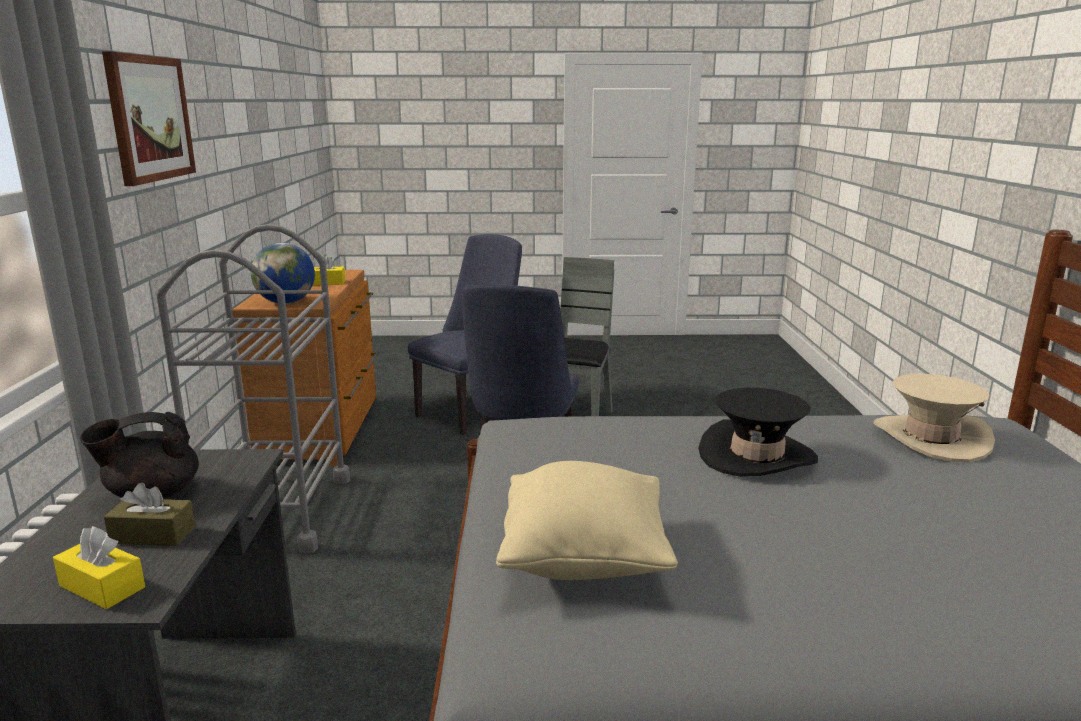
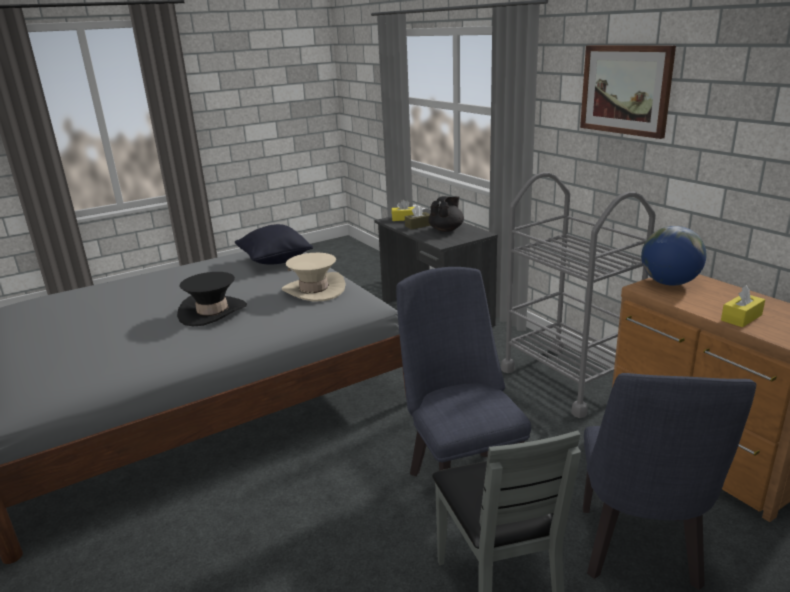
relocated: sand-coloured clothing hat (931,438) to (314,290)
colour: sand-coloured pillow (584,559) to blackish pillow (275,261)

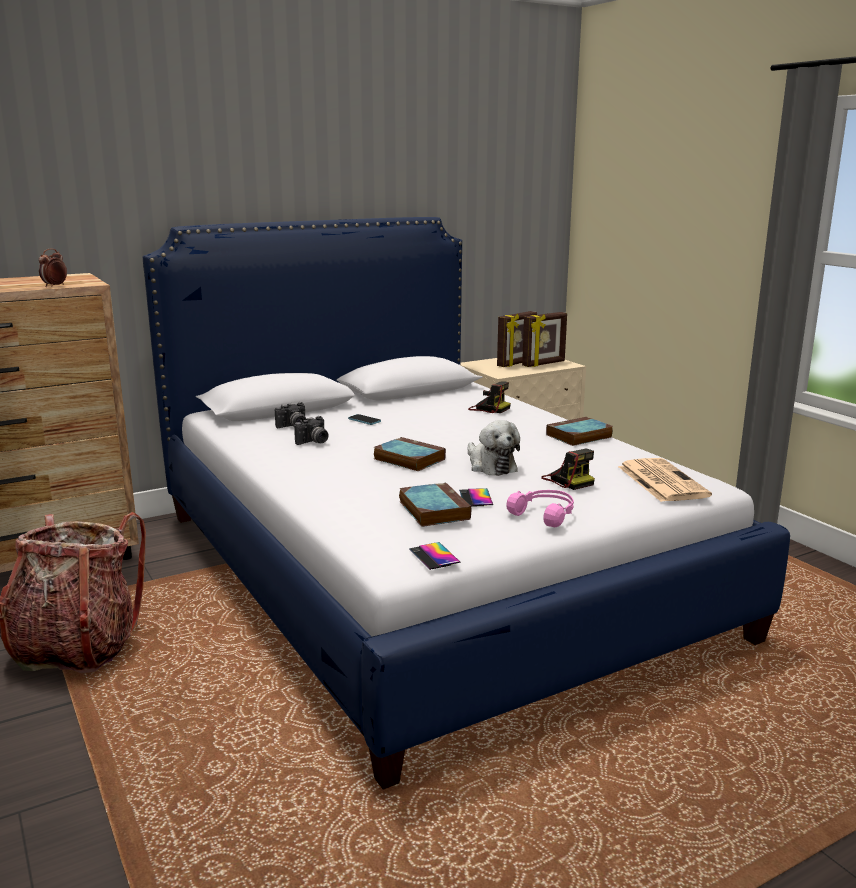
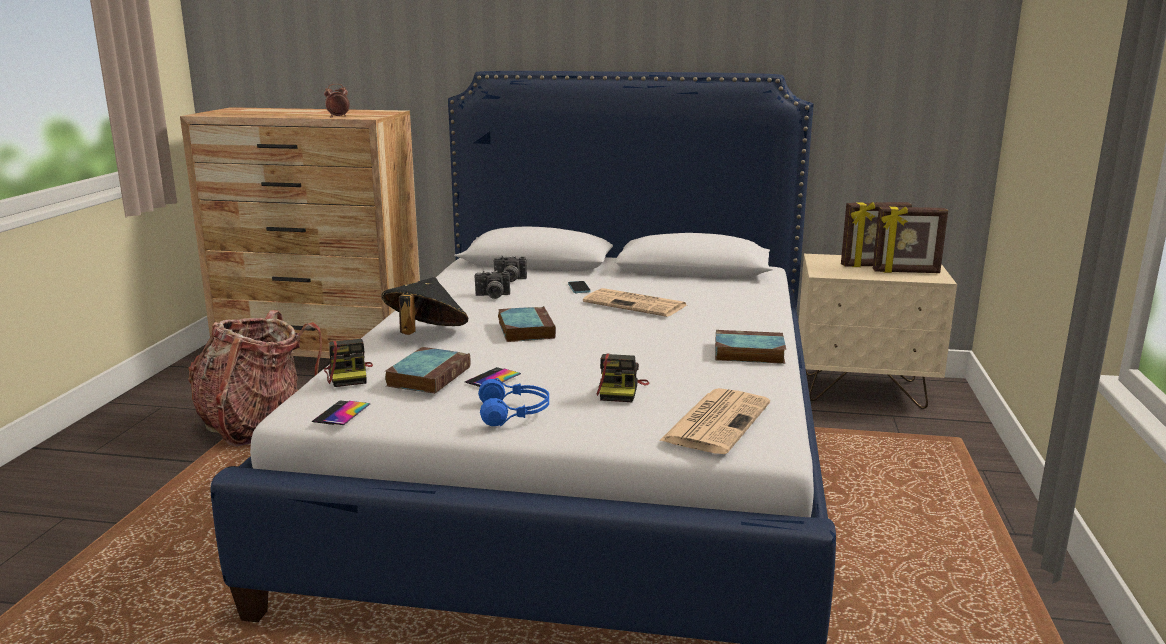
missing: cuddly toy (490,466)
appeared: blackish clothing hat (425,335); printed paper (636,304)
relocated: photo camera (488,408) to (349,375)
colour: pink headphones (545,515) to blue-coloured headphones (514,413)

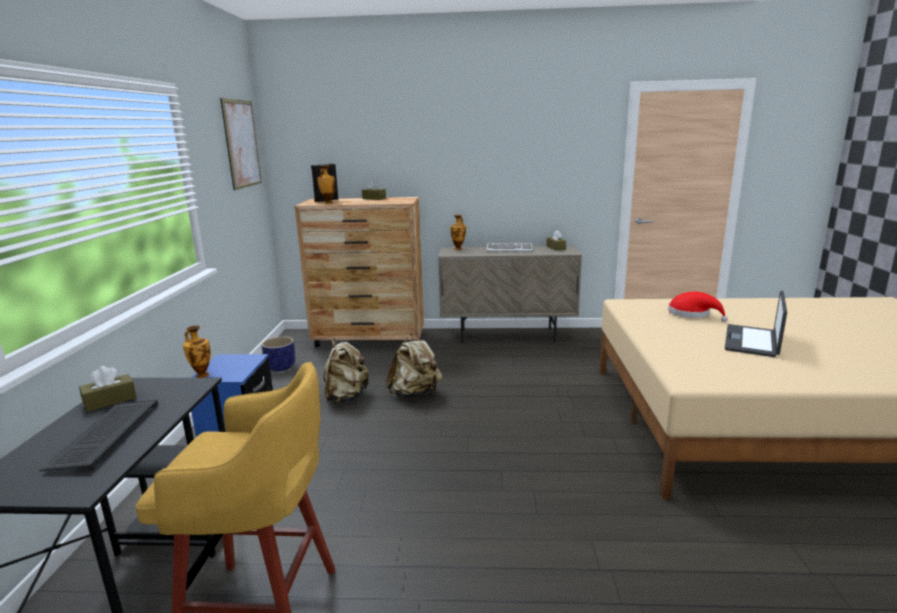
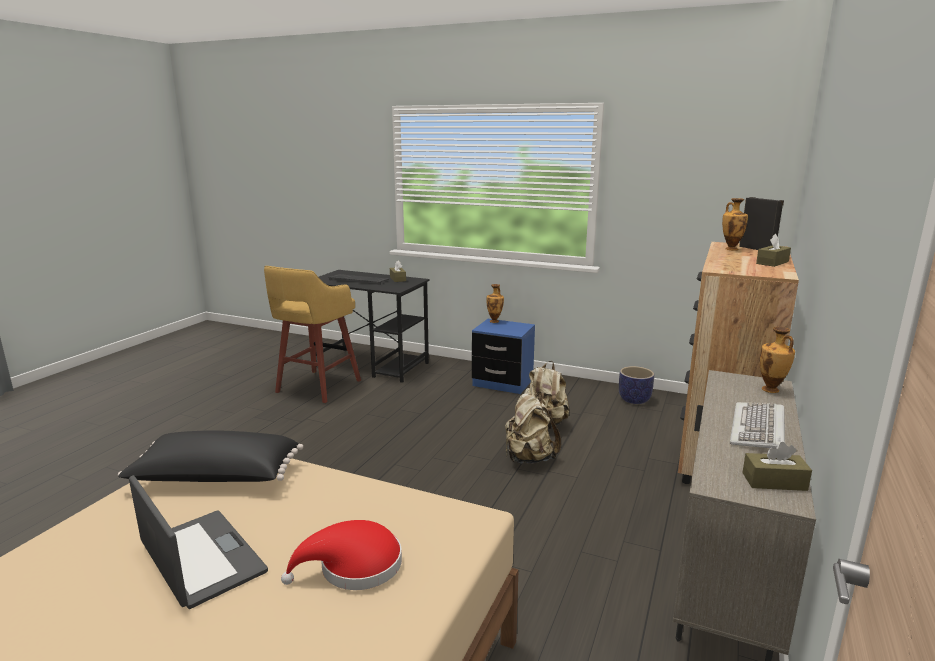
missing: wall picture (242,144)
appeared: blackish pillow (216,478)

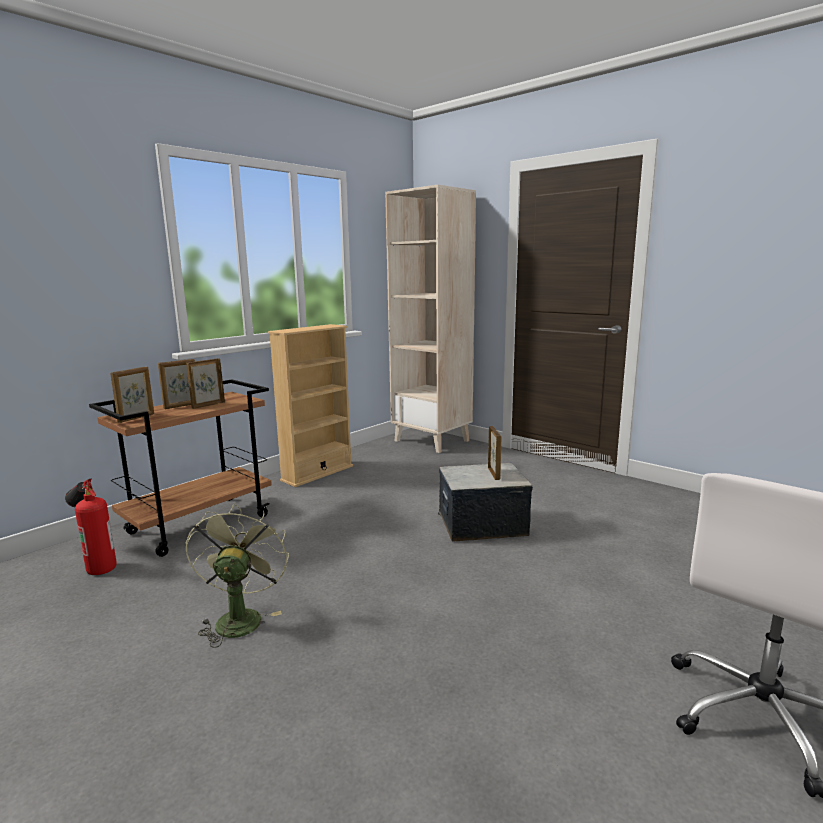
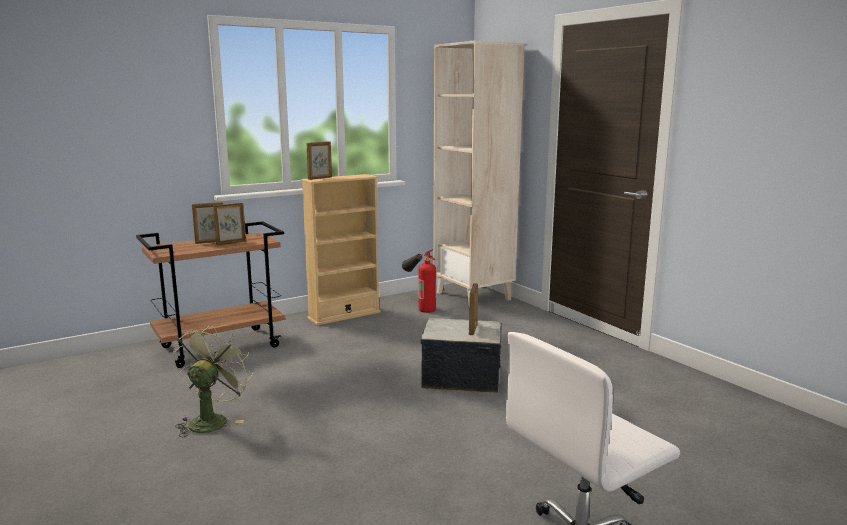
relocated: extinguisher (95,559) to (419,305); photo frame (137,418) to (320,178)

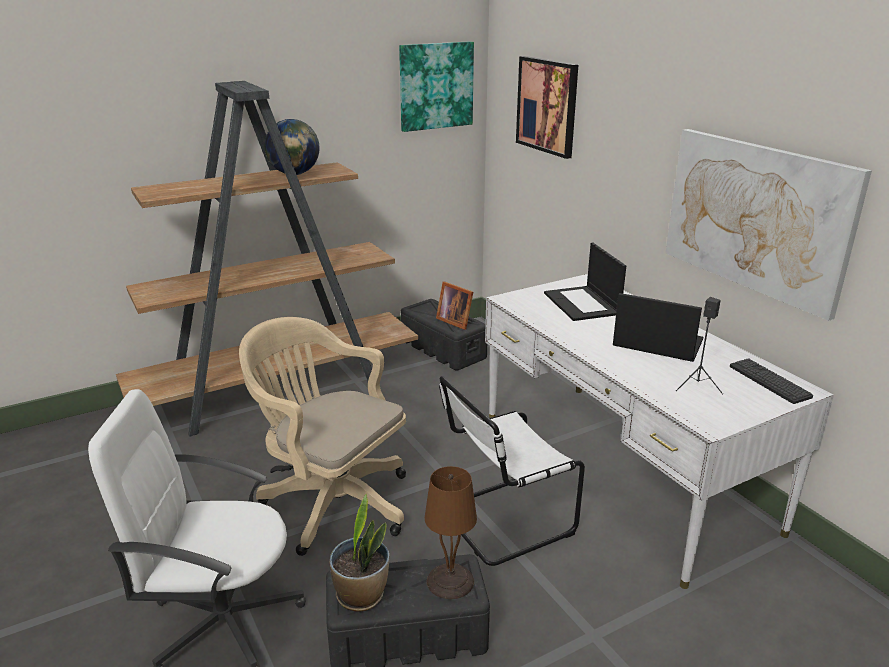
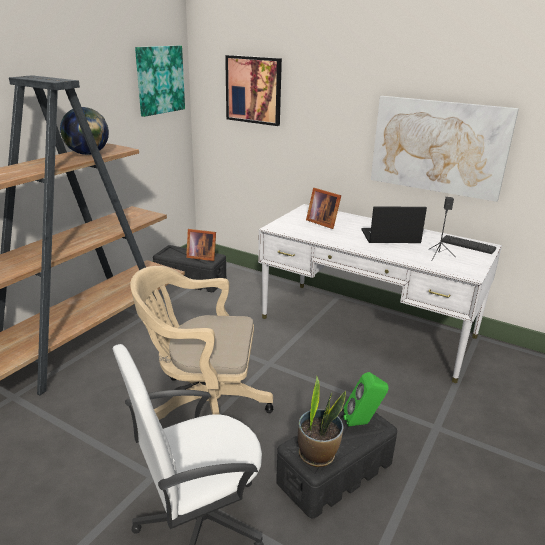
missing: white-coloured upright chair (501,522)
exchanged: brown-coloured tabletop lamp (450,582) to green-coloured speaker (363,423); laptop (582,304) to photo frame (322,222)

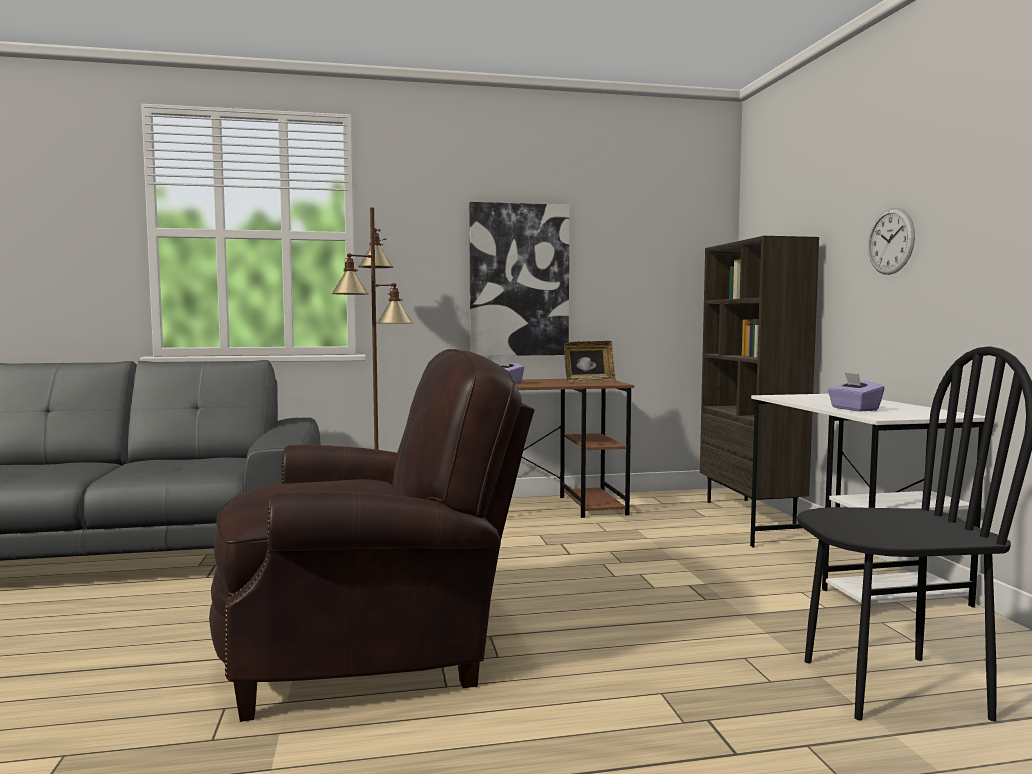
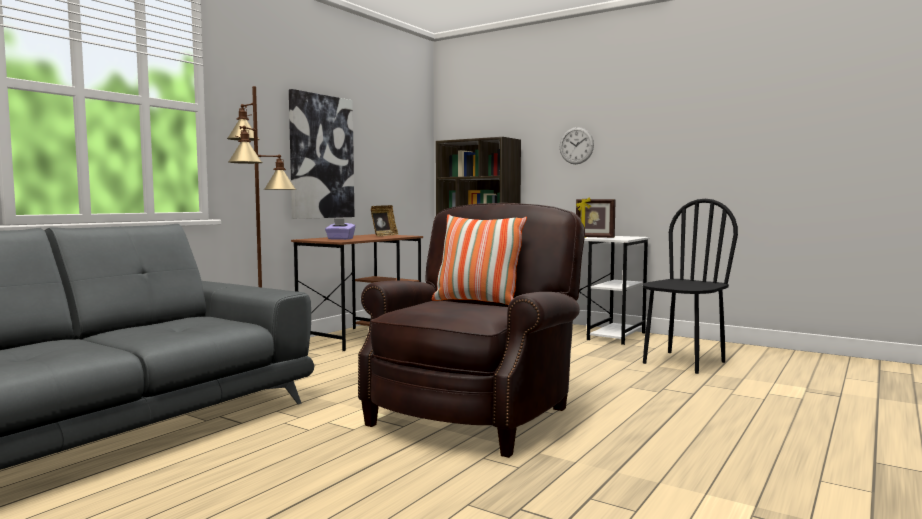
appeared: pillow (477,302)
exchanged: purplish box of tissues (854,409) to photo frame (594,237)

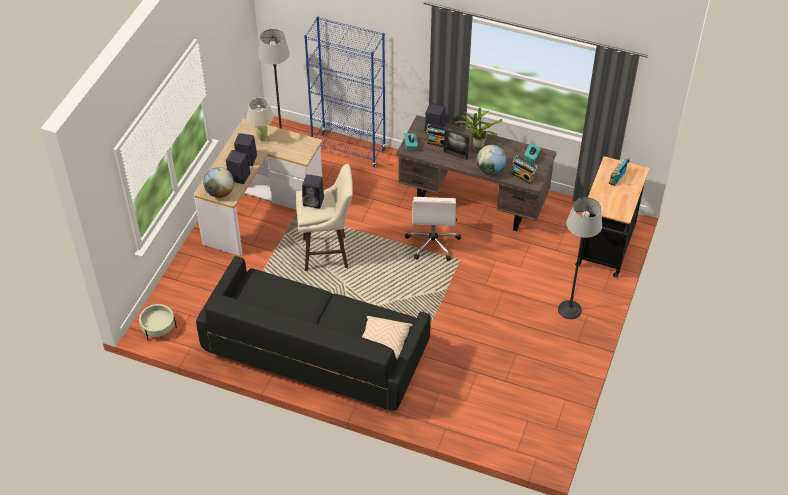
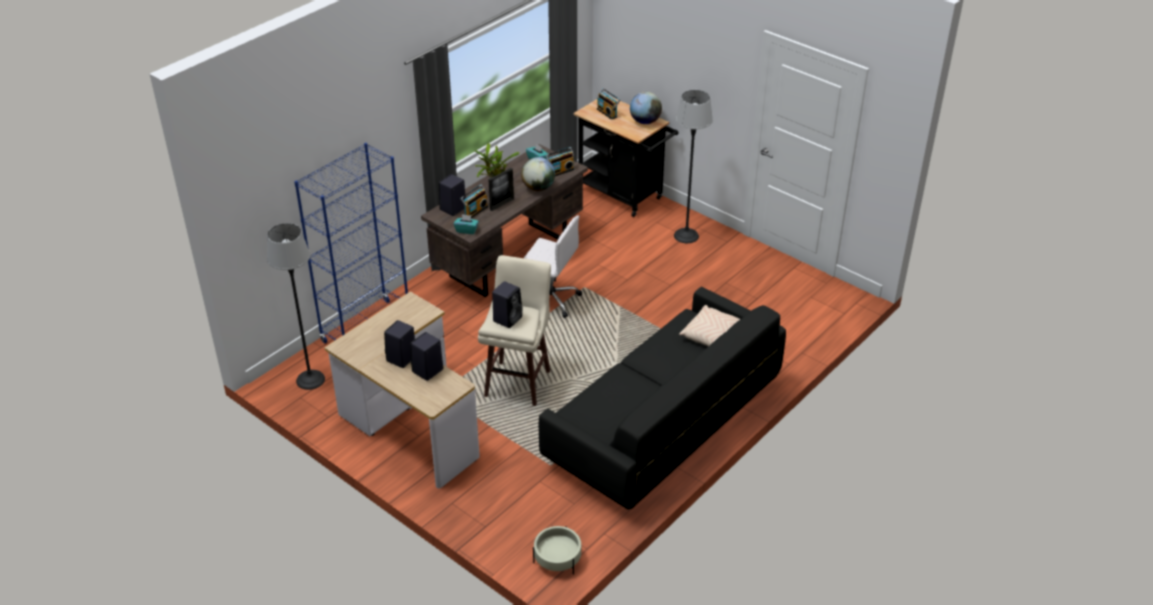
missing: sand-coloured tabletop lamp (262,140)
relocated: globe (220,192) to (645,121)

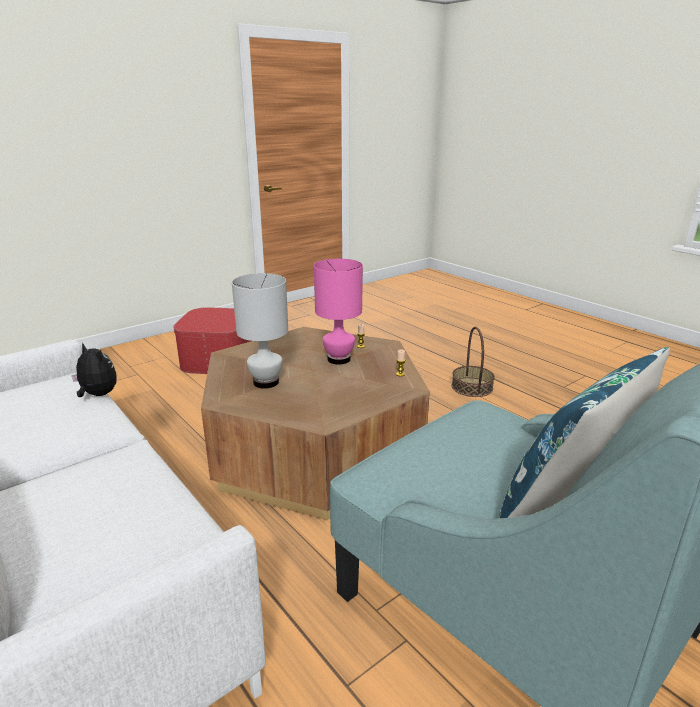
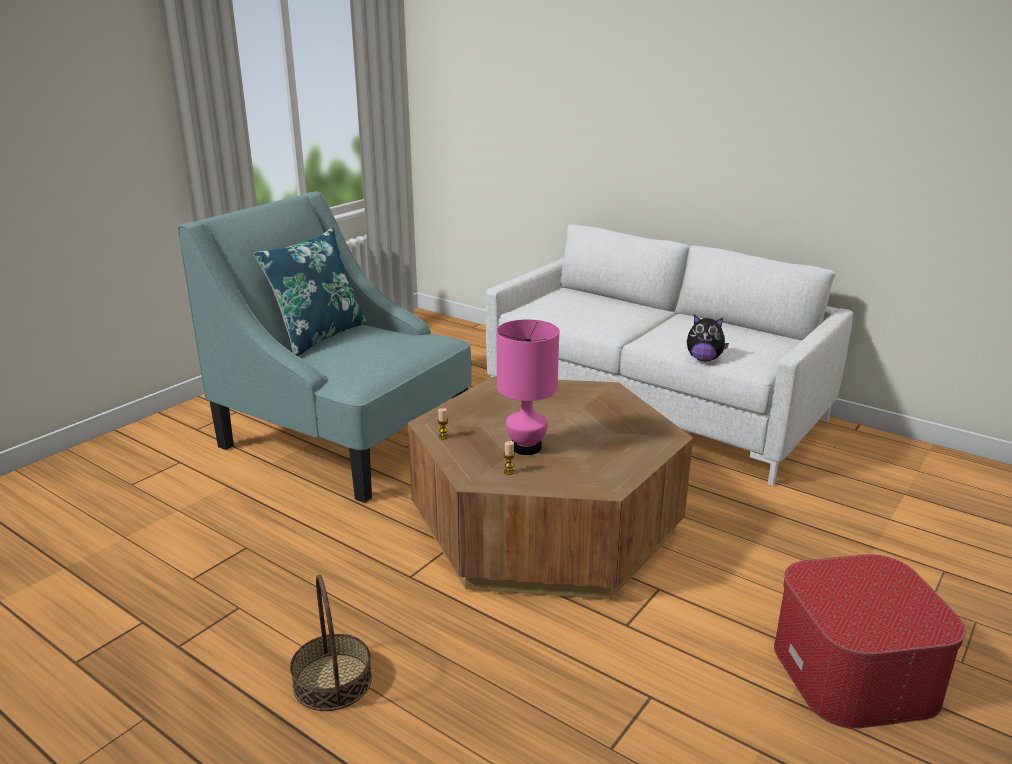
missing: white-coloured tabletop lamp (266,382)

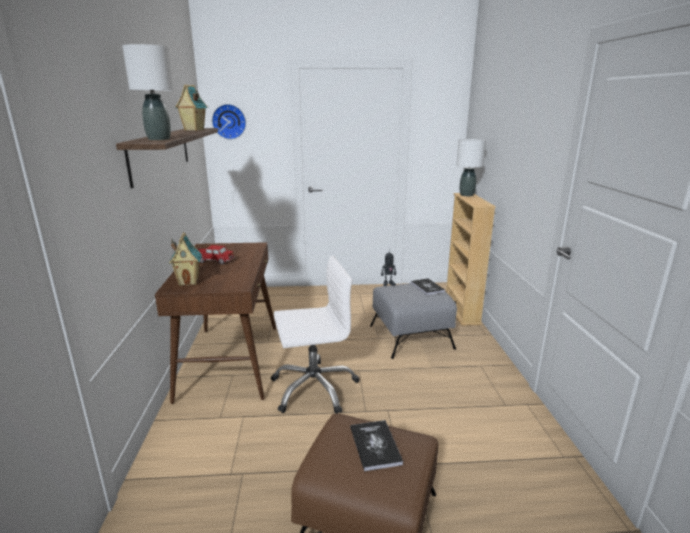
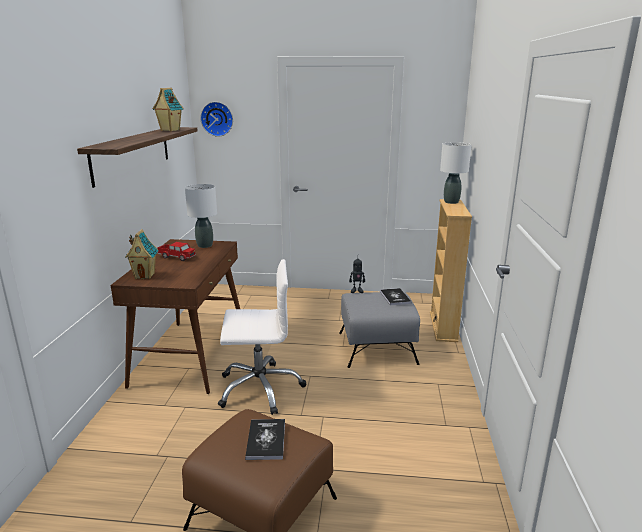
relocated: white-coloured tabletop lamp (159,139) to (205,245)

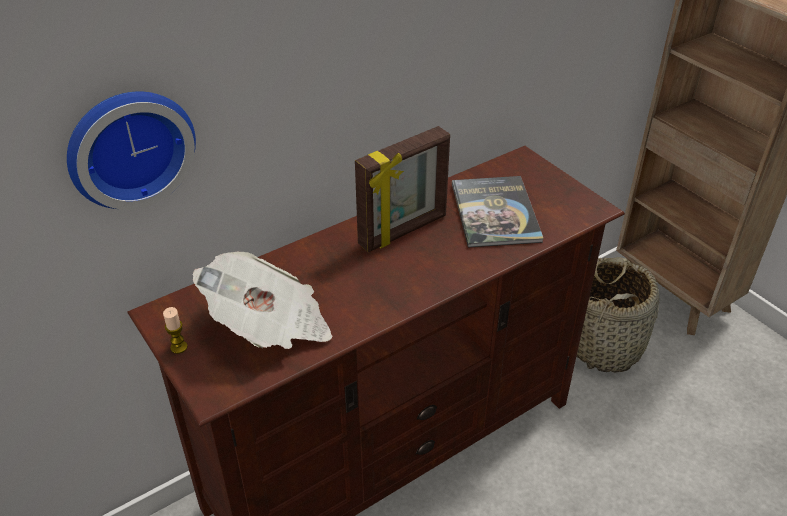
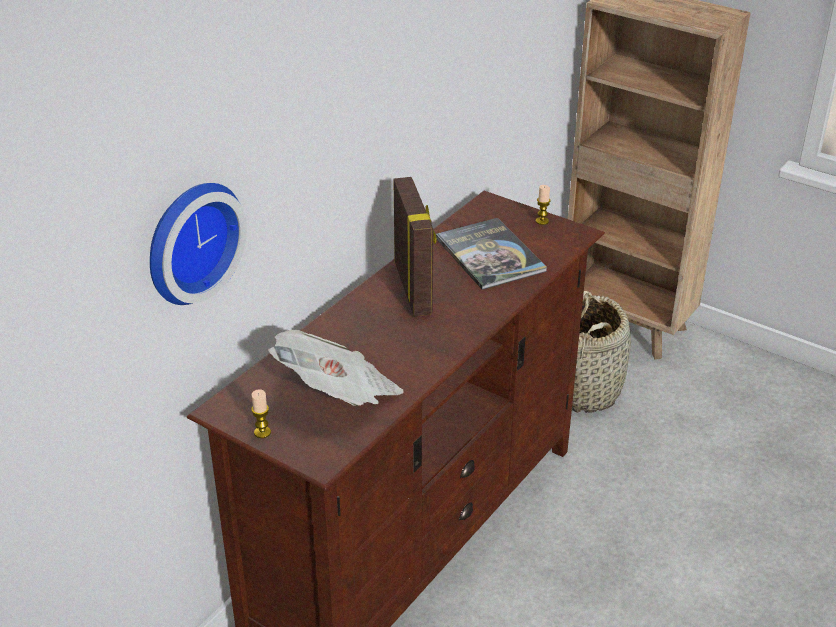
appeared: wax light (542,221)
spun: photo frame (403,231) = (414,288) 45 degrees counterclockwise

